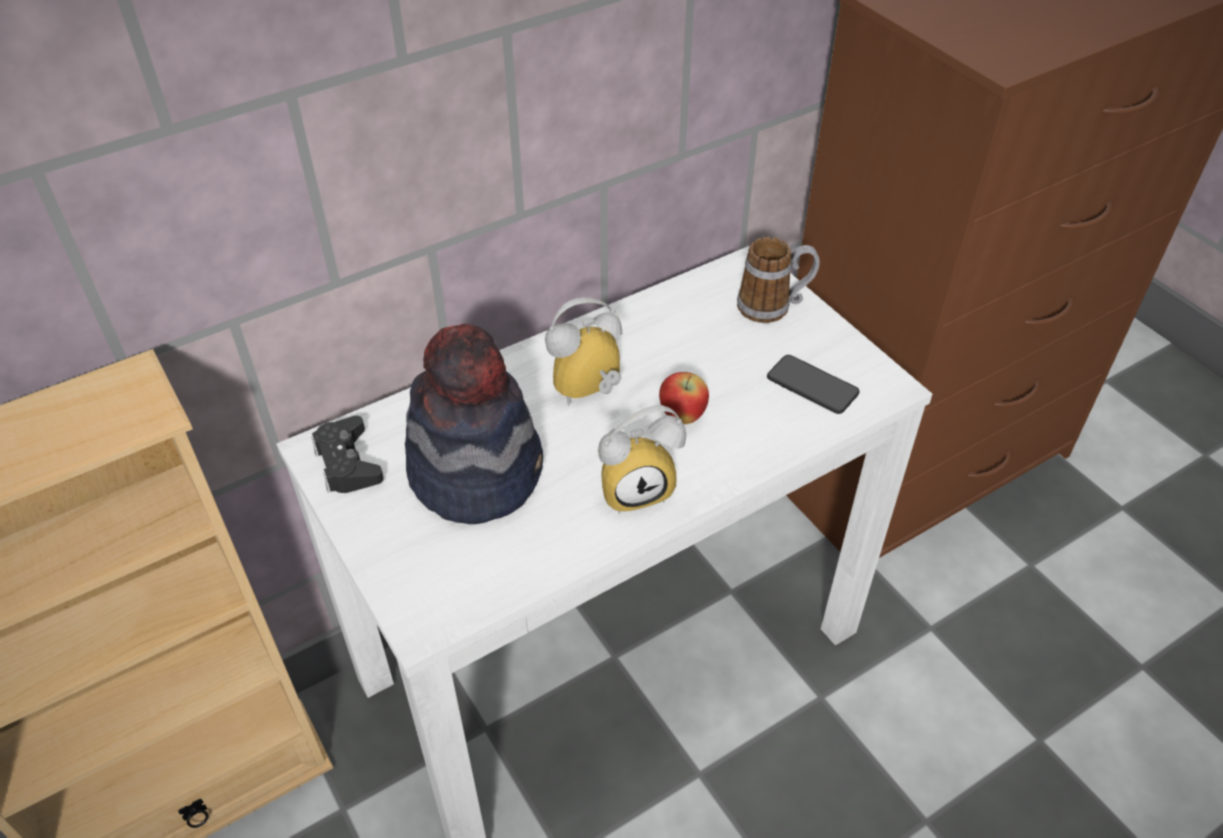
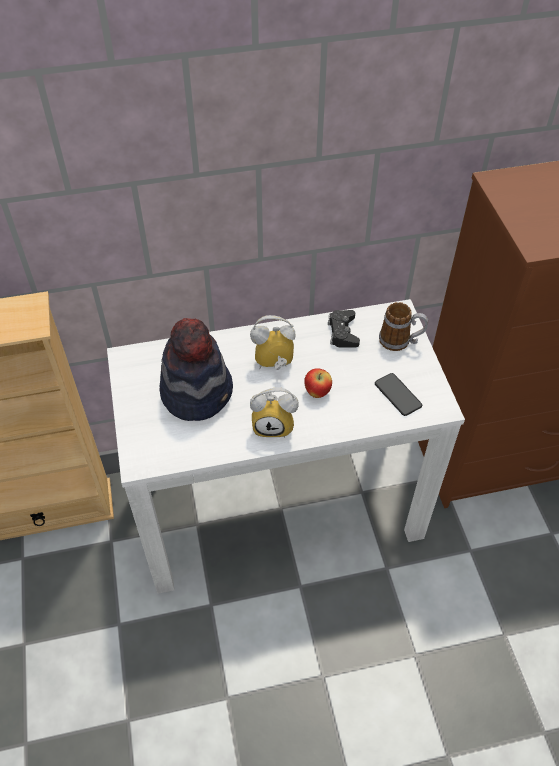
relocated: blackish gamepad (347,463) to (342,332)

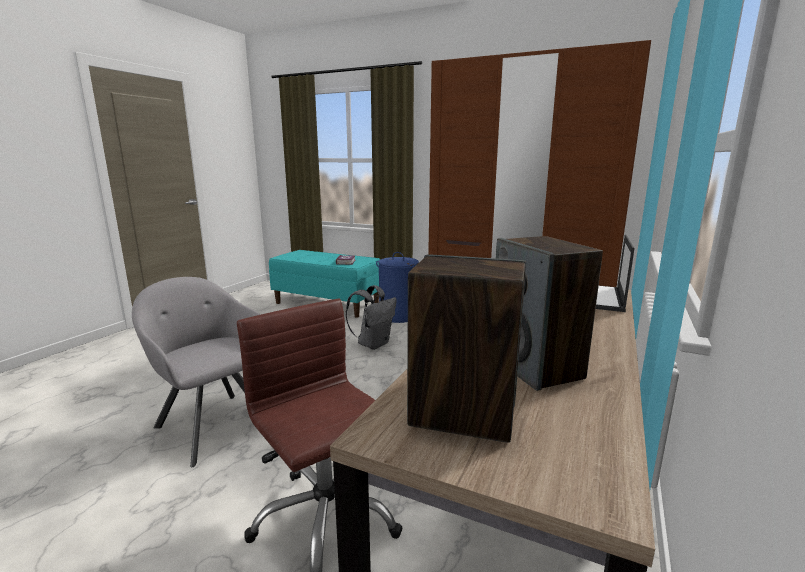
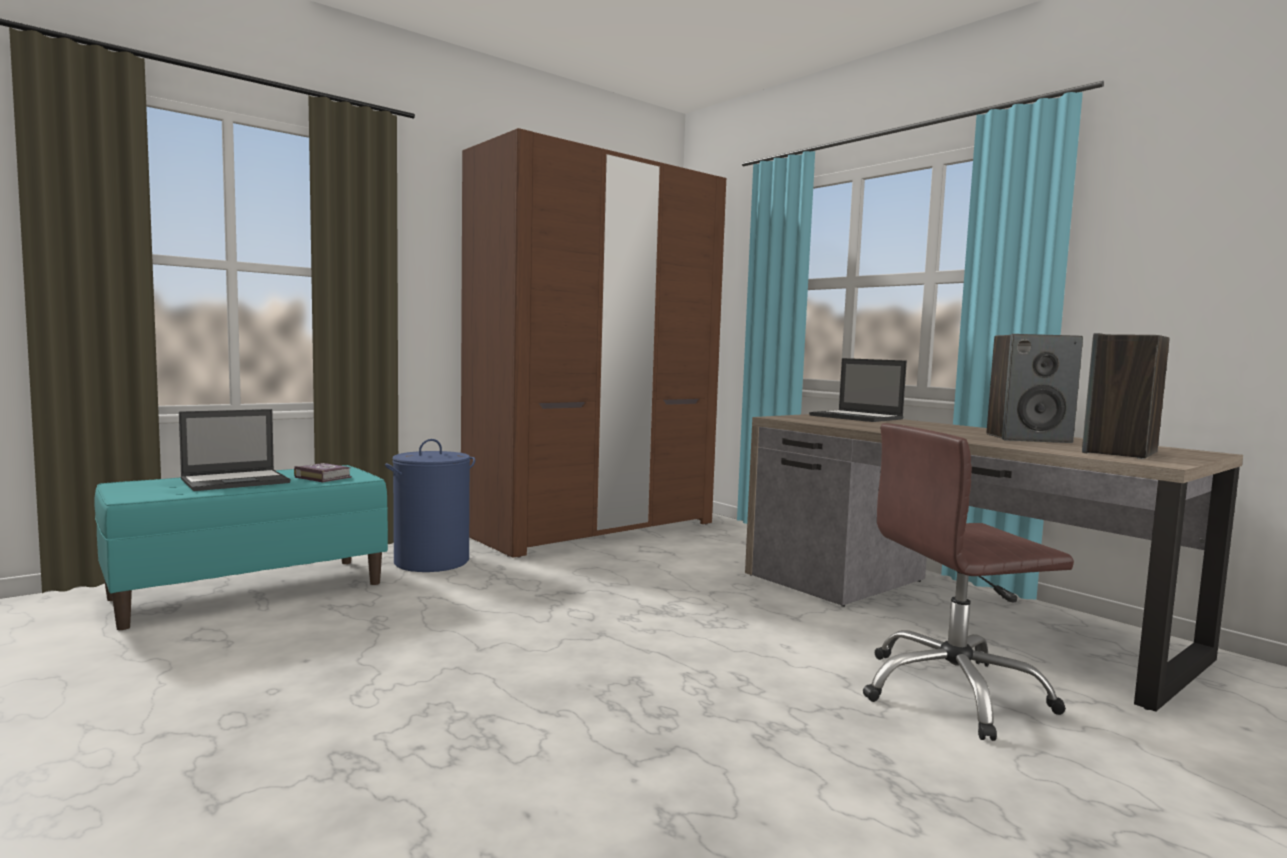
missing: greyish easy chair (212,424); greyish backpack (373,344)
appeared: laptop (237,481)

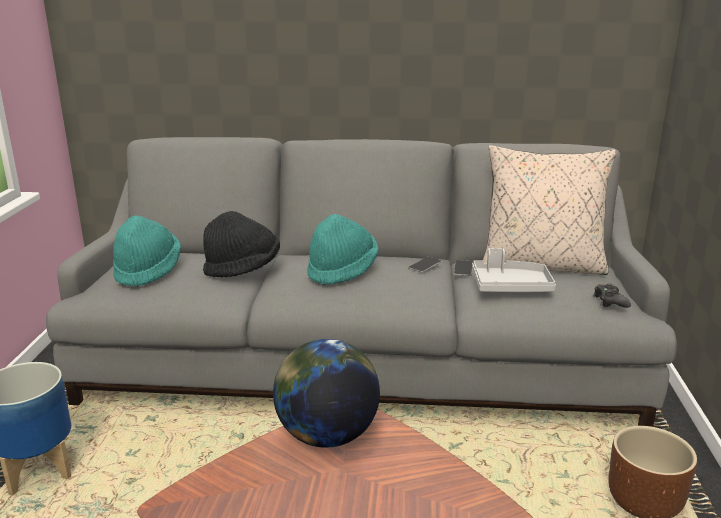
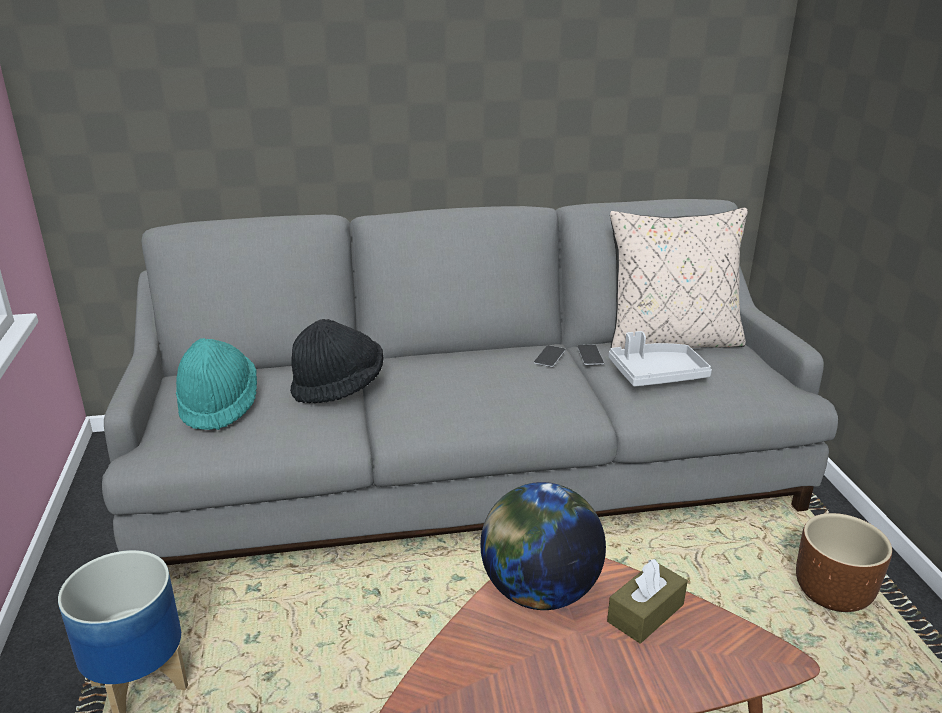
missing: turquoise clothing hat (342,271); blackish gamepad (610,301)
appeared: brown-coloured box of tissues (645,613)

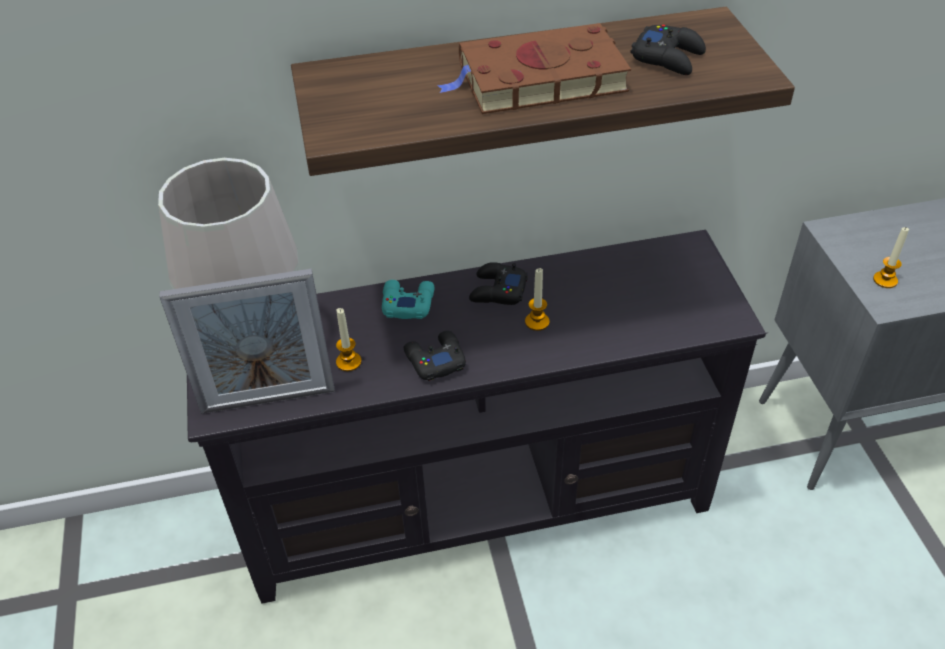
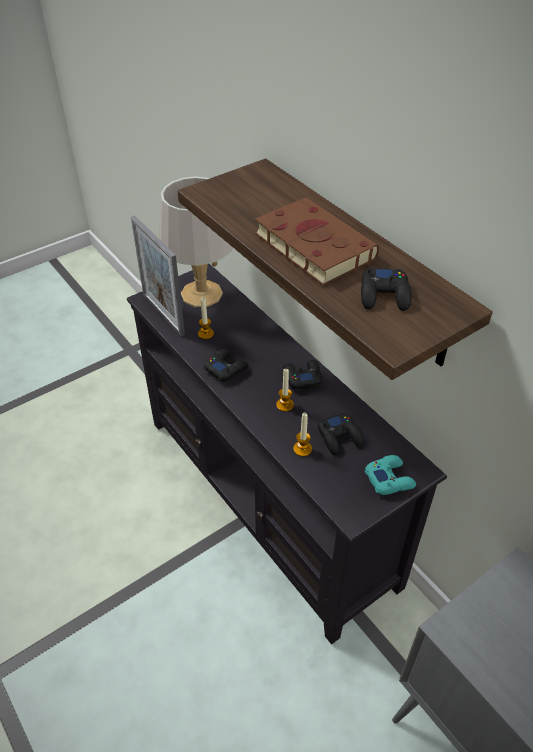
appeared: blackish gamepad (340,437)
relocated: turquoise gamepad (407,303) to (389,479); wax light (885,280) to (302,449)

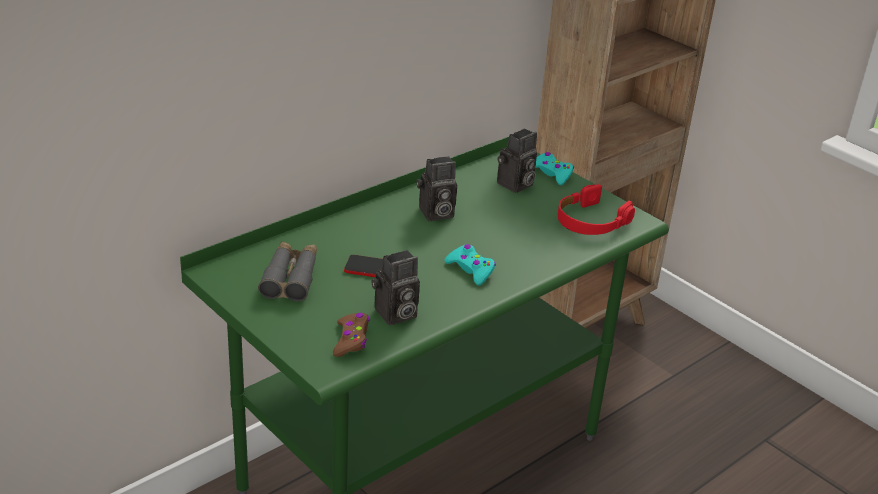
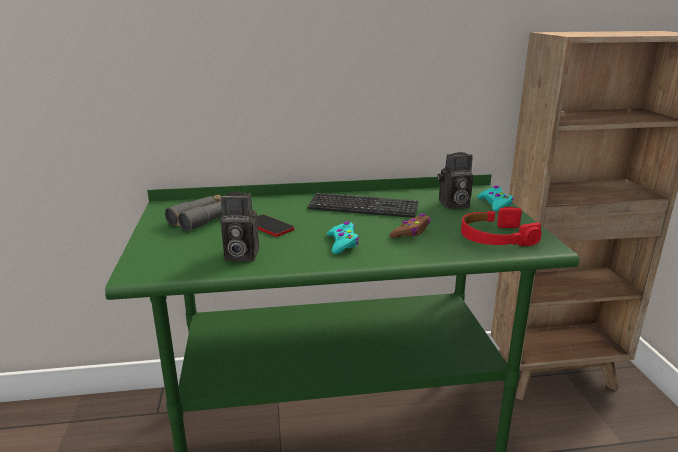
relocated: brown-coloured gamepad (351,340) to (411,232)
exchanged: photo camera (435,214) to keyboard (363,208)

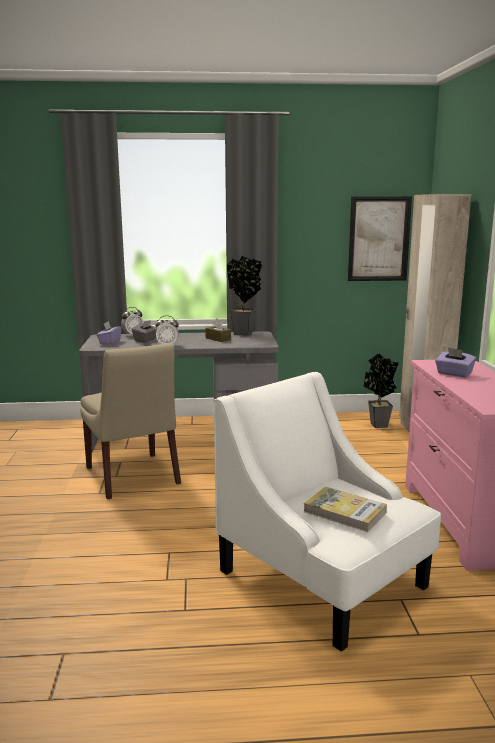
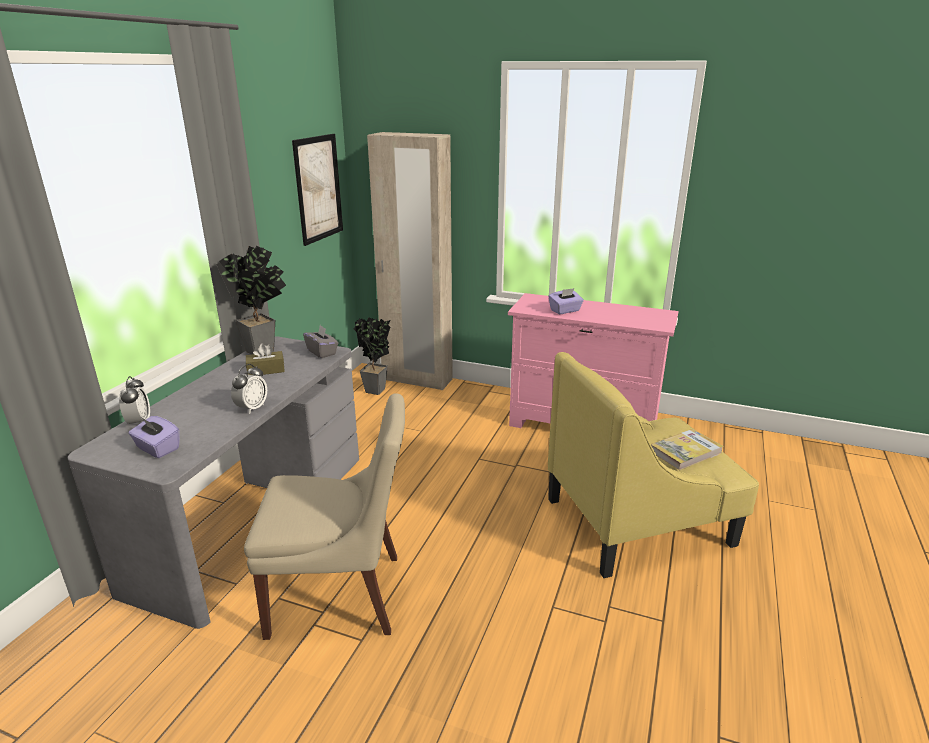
relocated: greyish box of tissues (146,340) to (322,352)
colour: white-coloured easy chair (323,578) to yellowish easy chair (638,521)

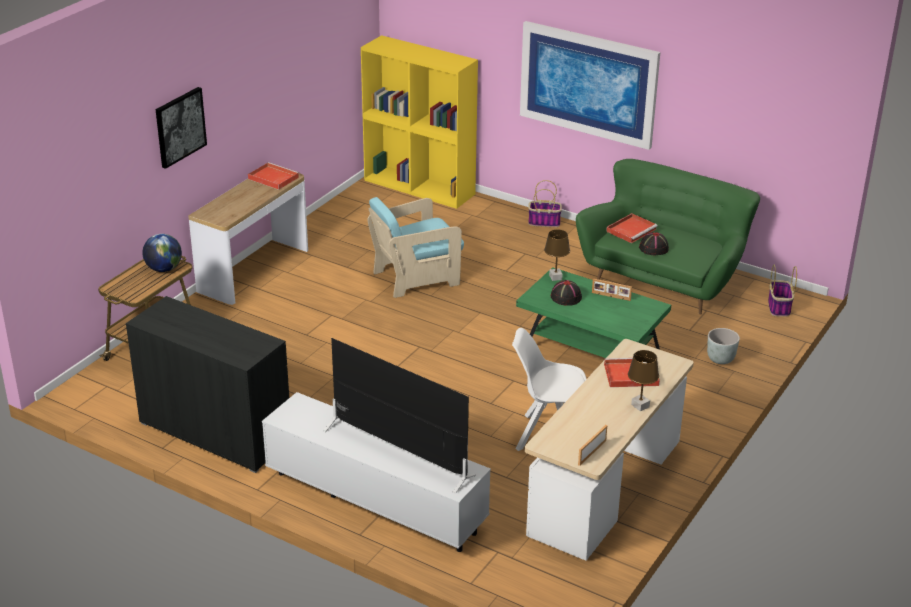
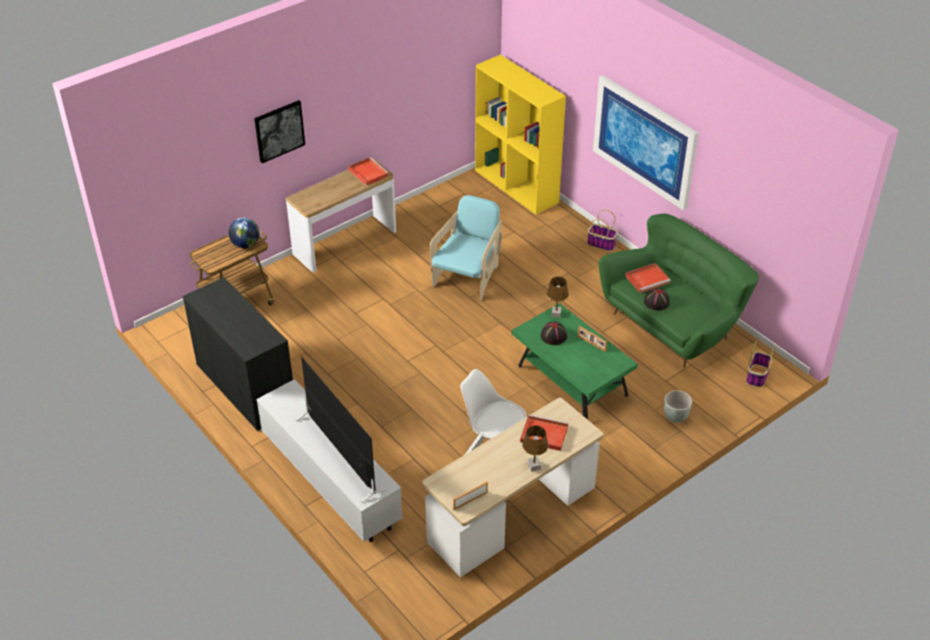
spun: turquoise easy chair (416,277) = (467,277) 120 degrees clockwise

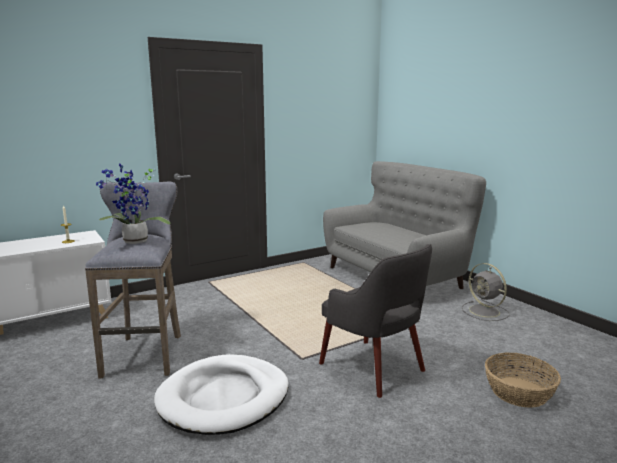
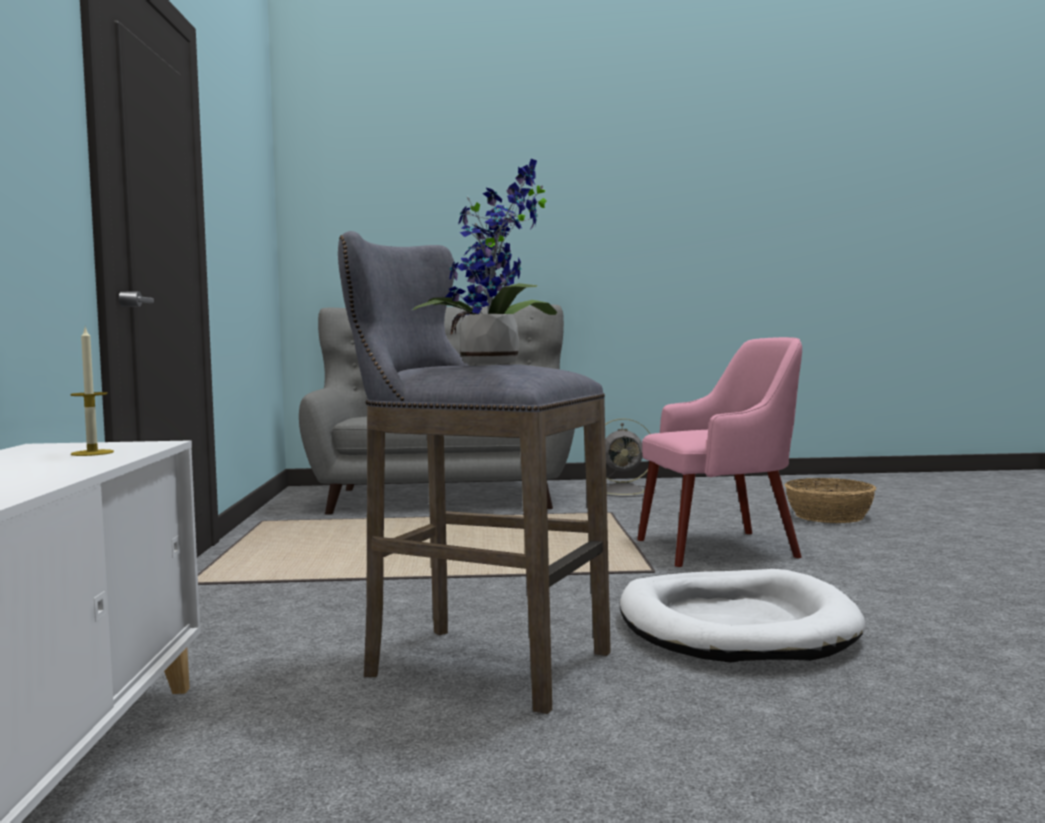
colour: greyish easy chair (373,367) to pink easy chair (719,548)

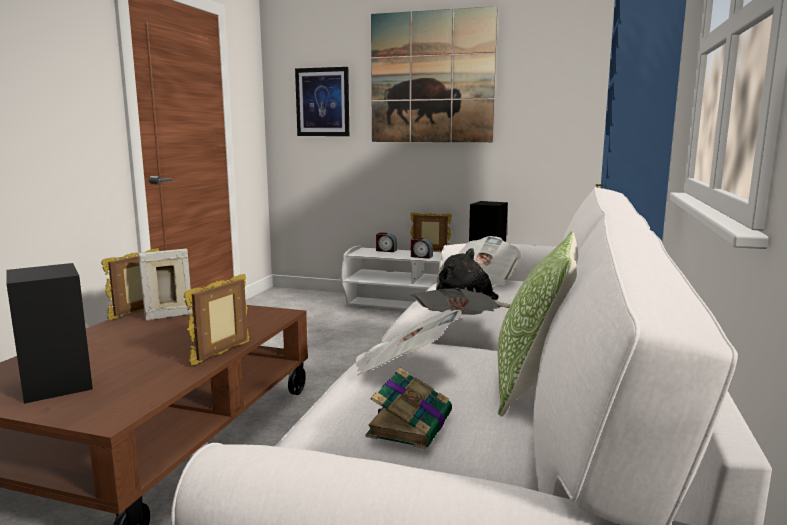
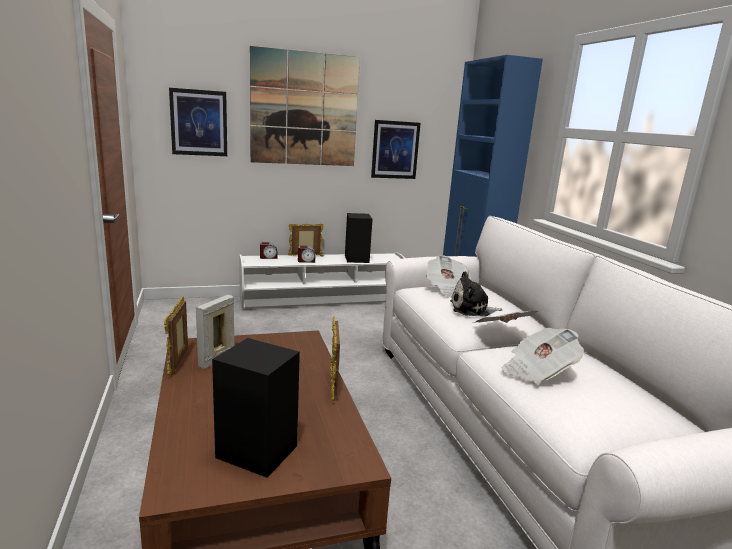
missing: book (411,424); pillow (533,384)
appeared: wall picture (395,150)

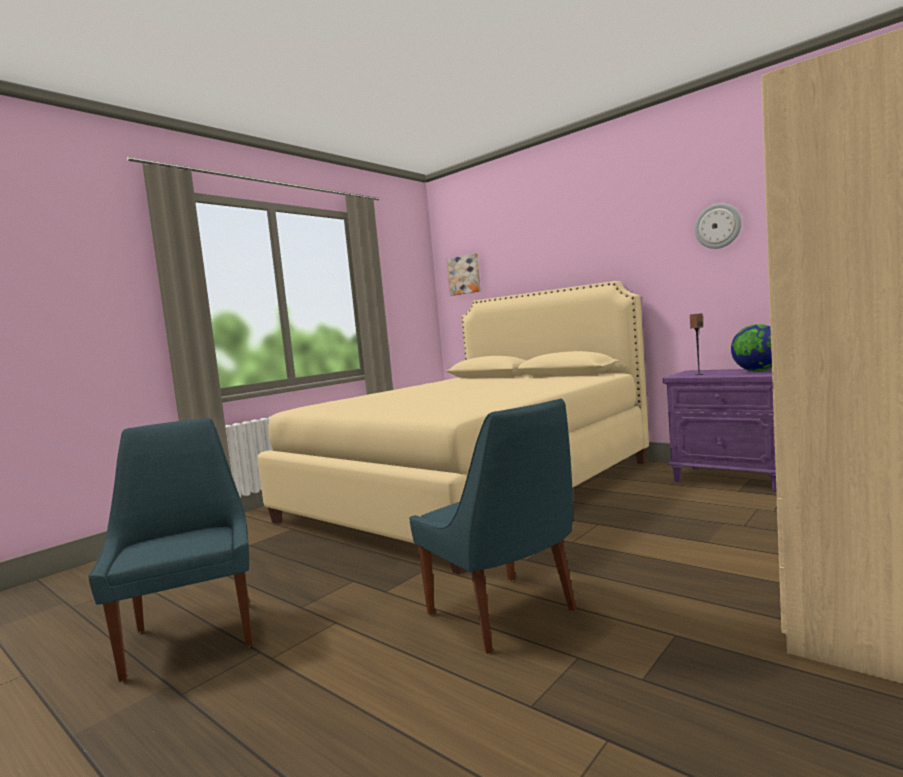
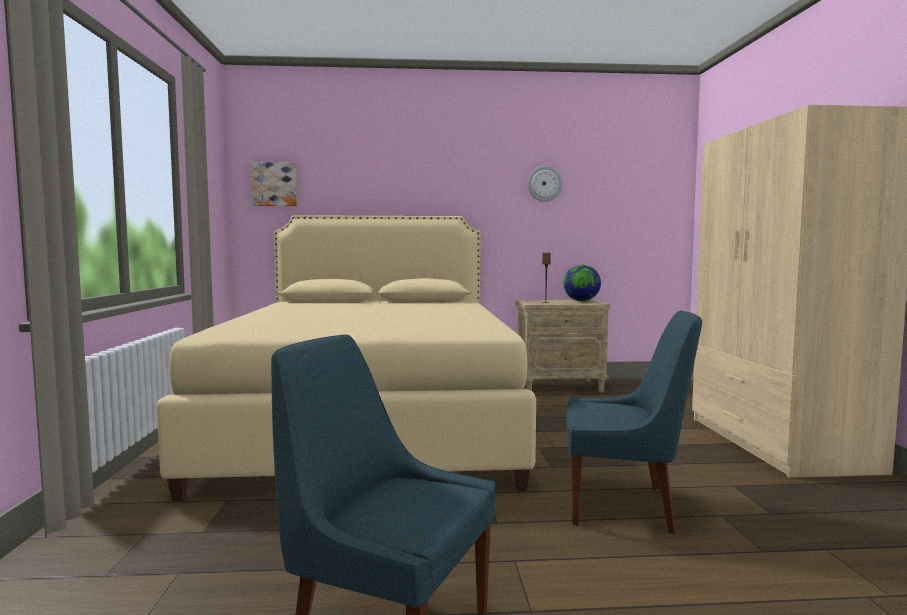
colour: purplish night table (733,478) to sand-coloured night table (560,386)

